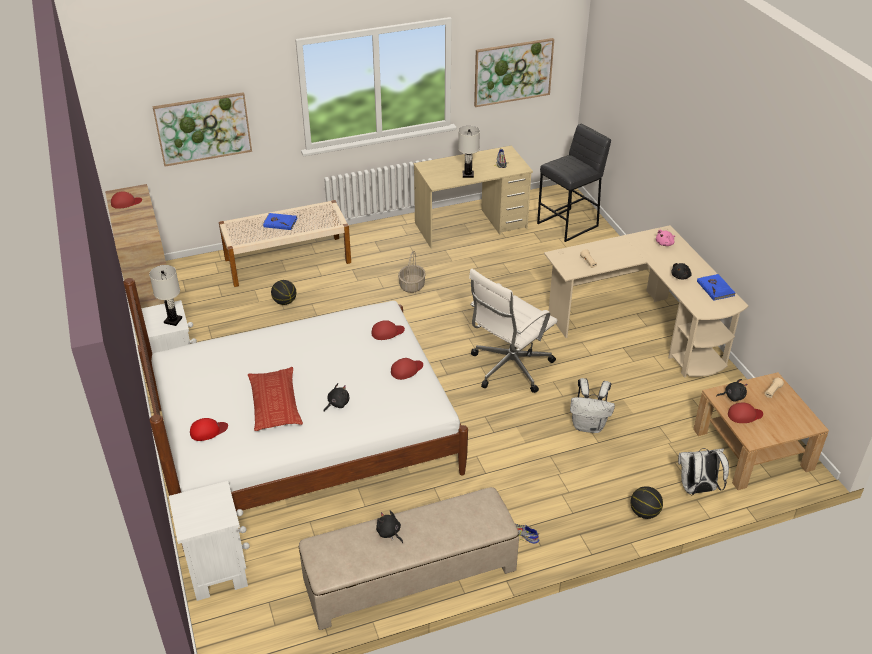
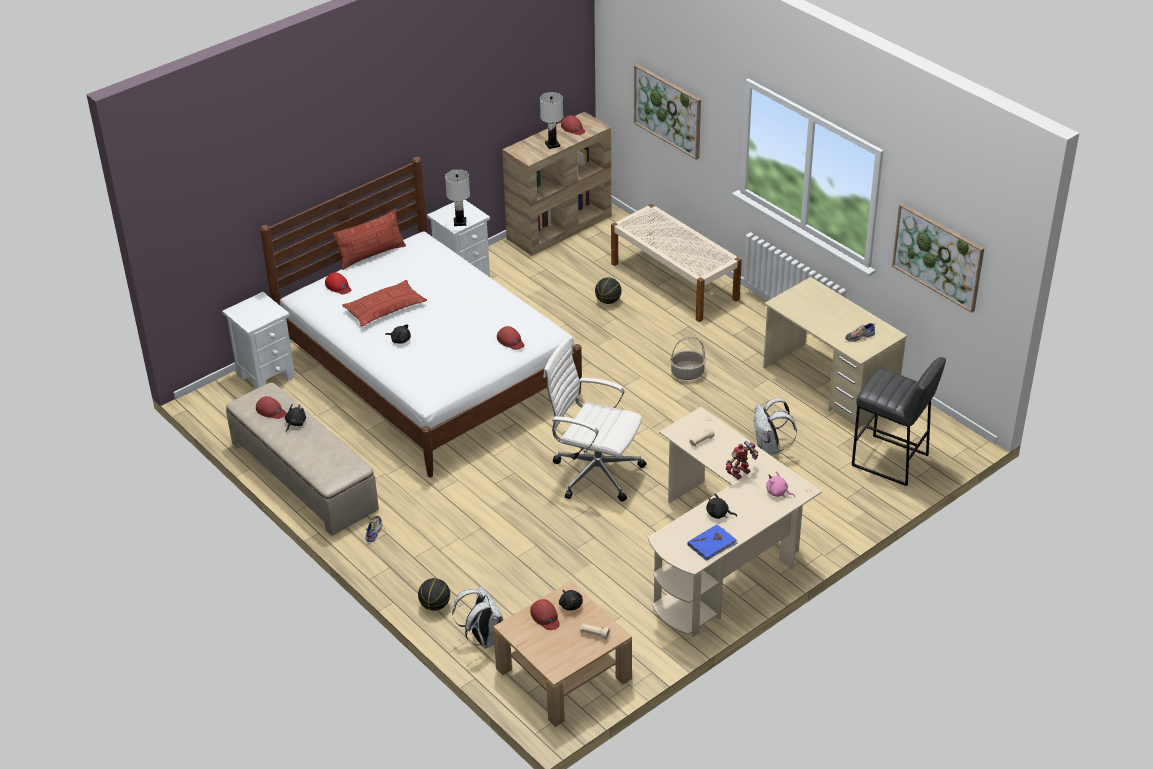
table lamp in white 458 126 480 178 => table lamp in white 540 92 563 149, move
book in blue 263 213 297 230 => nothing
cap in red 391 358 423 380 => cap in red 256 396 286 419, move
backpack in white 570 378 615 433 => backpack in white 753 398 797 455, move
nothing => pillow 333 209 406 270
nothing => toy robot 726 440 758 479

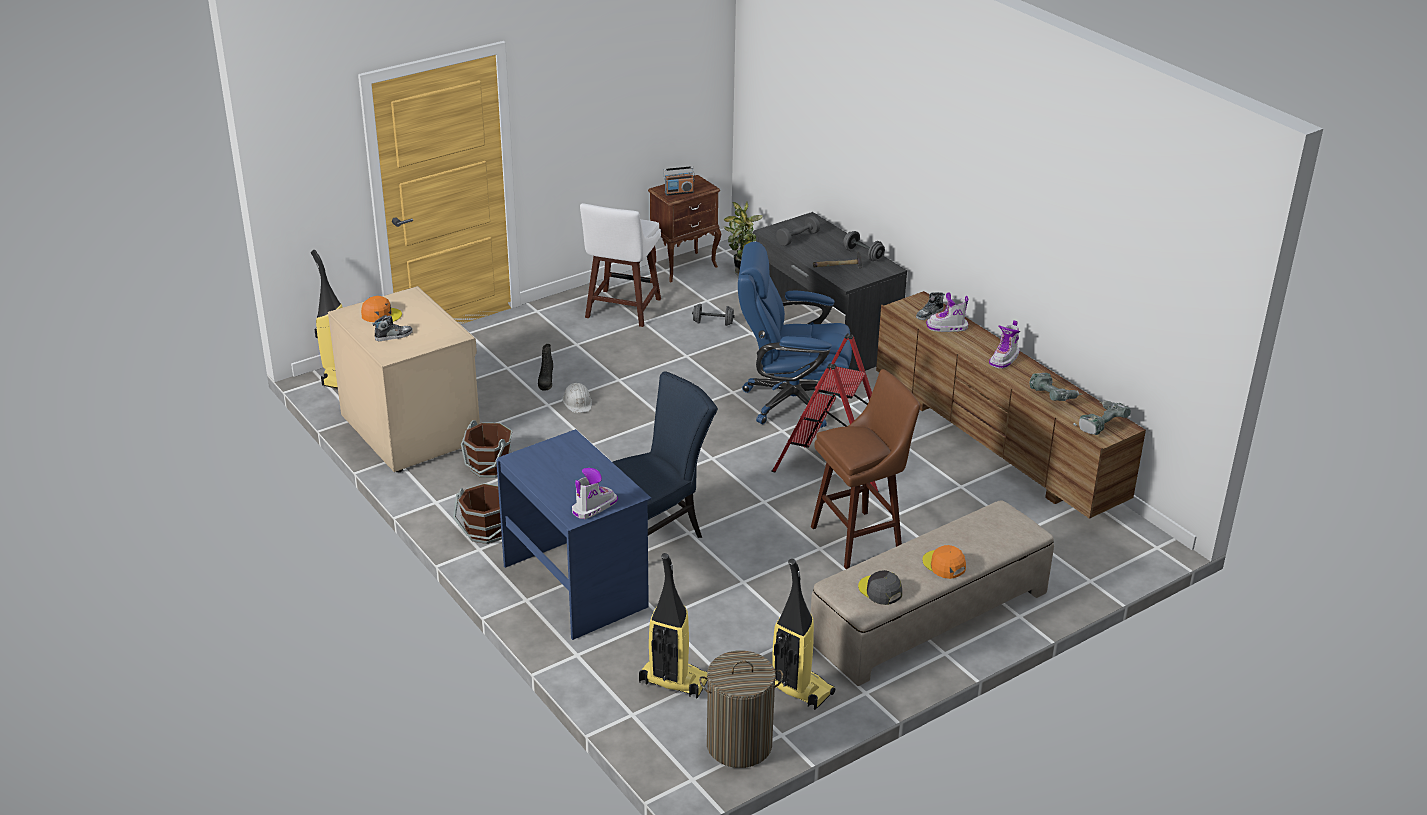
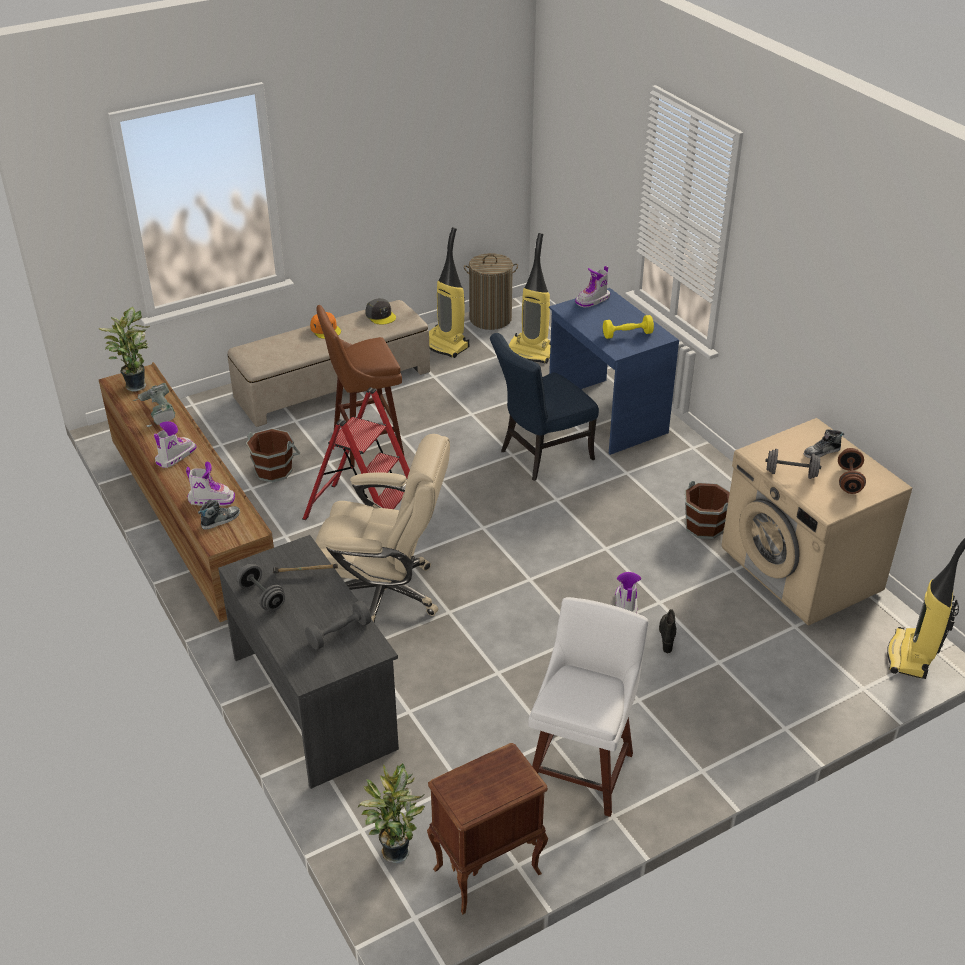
radio 663 166 695 196 => nothing
office chair in blue 738 242 852 428 => office chair in beige 315 434 450 622
cap in orange 361 296 402 322 => dumbbell in brown 838 448 866 494
dumbbell in grey 692 304 735 326 => dumbbell in grey 765 449 821 479, move
hard hat in white 562 383 592 413 => boot 615 572 641 613
power drill 1073 400 1131 435 => potted plant 99 307 150 392
bucket in brown 453 483 502 544 => bucket in brown 246 428 300 483, move
nothing => dumbbell in yellow 603 315 654 339

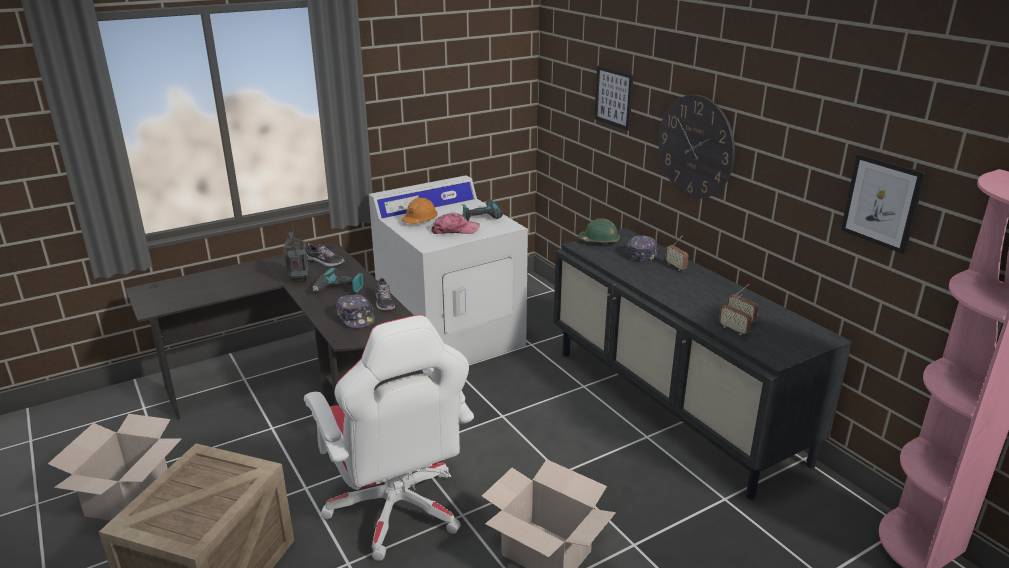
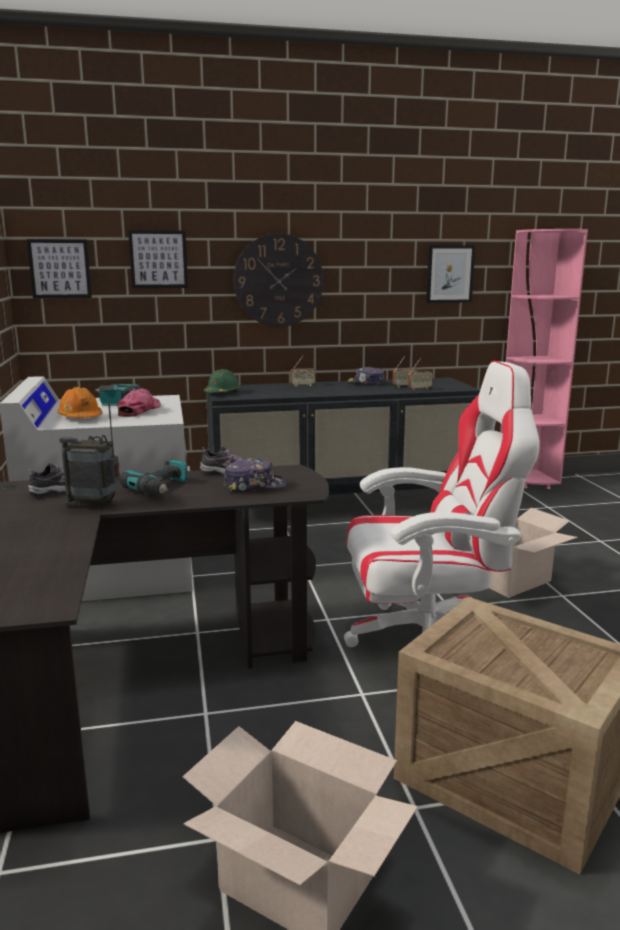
cap 626 235 658 262 => cap 348 366 386 385, move
nothing => picture 27 239 92 298

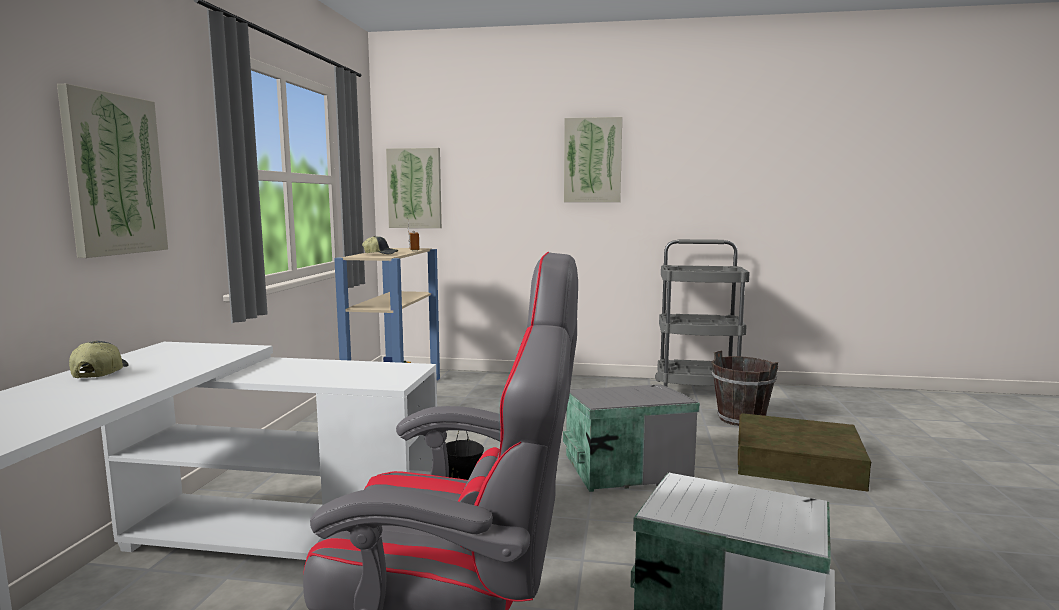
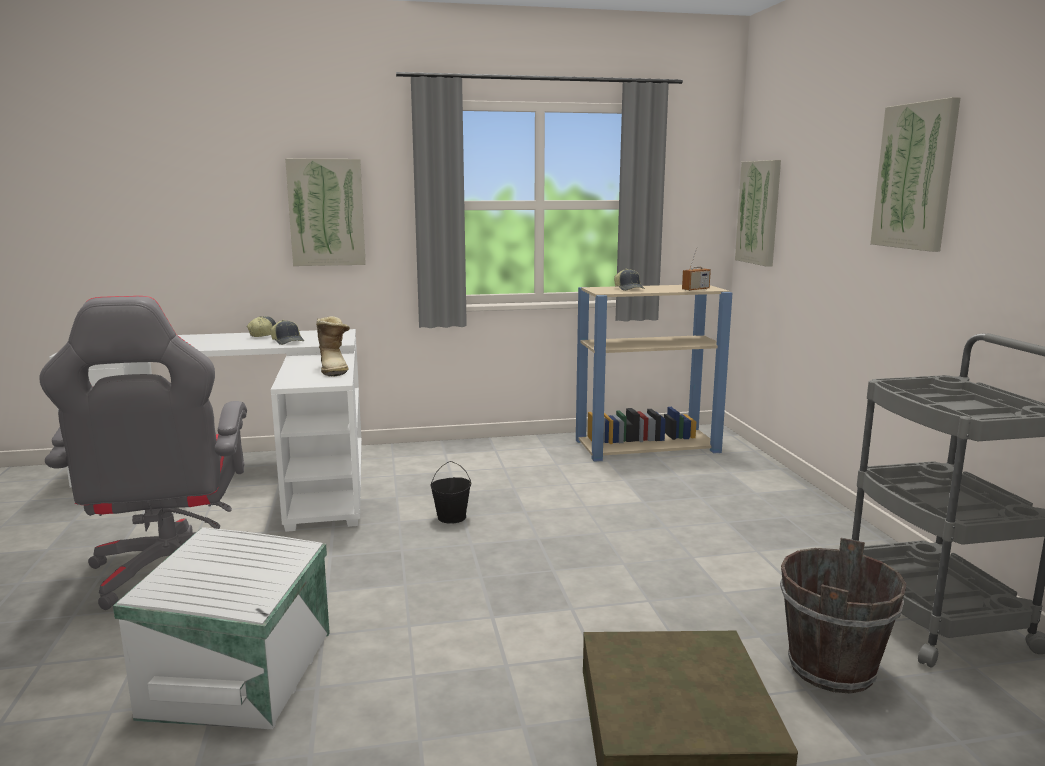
storage box in grey 563 384 700 492 => nothing
nothing => boot 316 316 350 377
nothing => cap 271 320 304 345

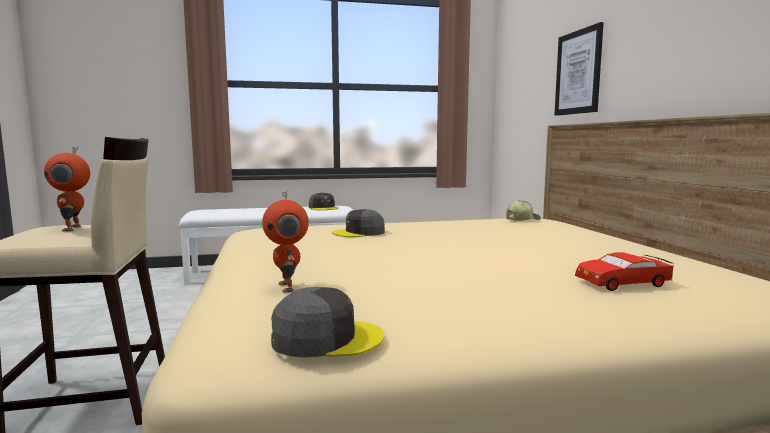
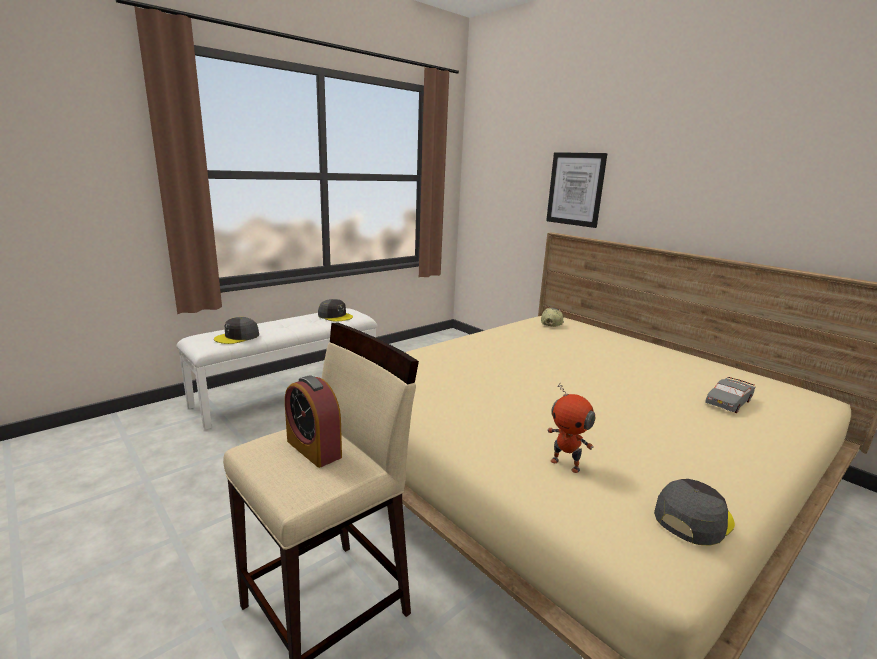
toy robot 44 146 90 232 => alarm clock 285 375 342 468
cap in grey 332 209 385 237 => cap in grey 214 317 259 344, move
toy car in red 575 252 674 291 => toy car in grey 705 377 755 413

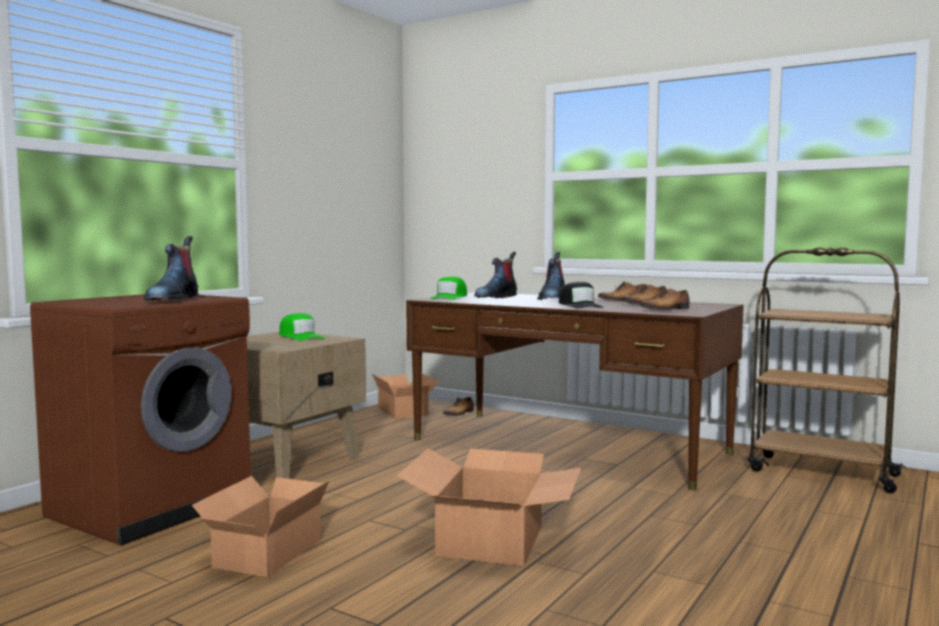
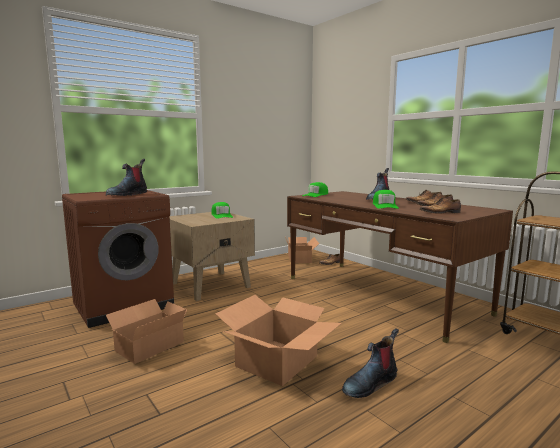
boot 474 252 517 298 => boot 342 328 399 398, move
cap in black 559 282 604 309 => cap in green 373 190 399 209

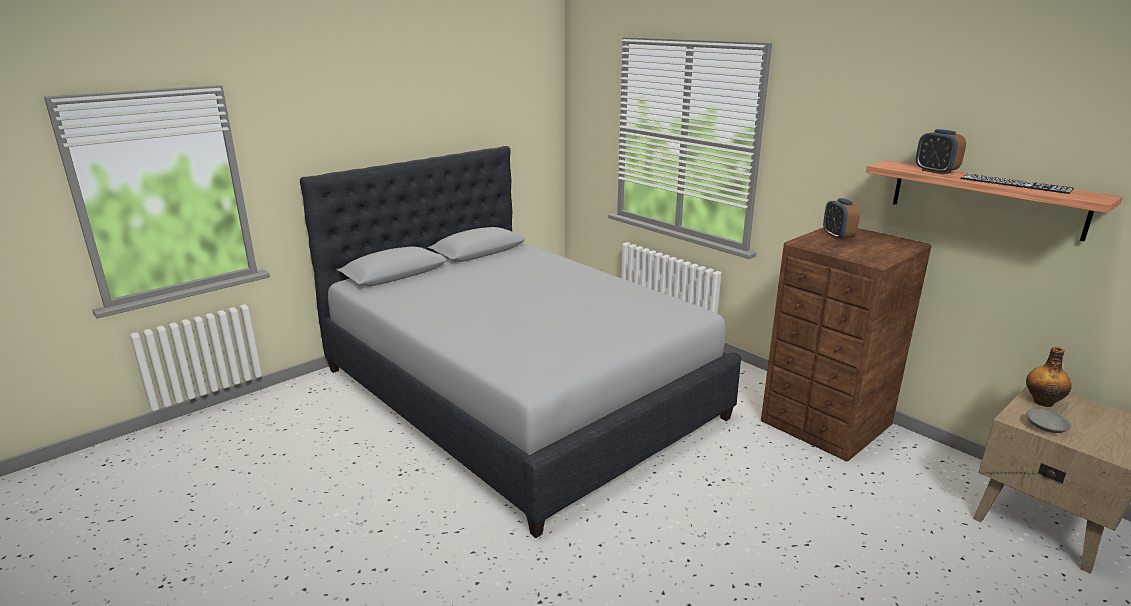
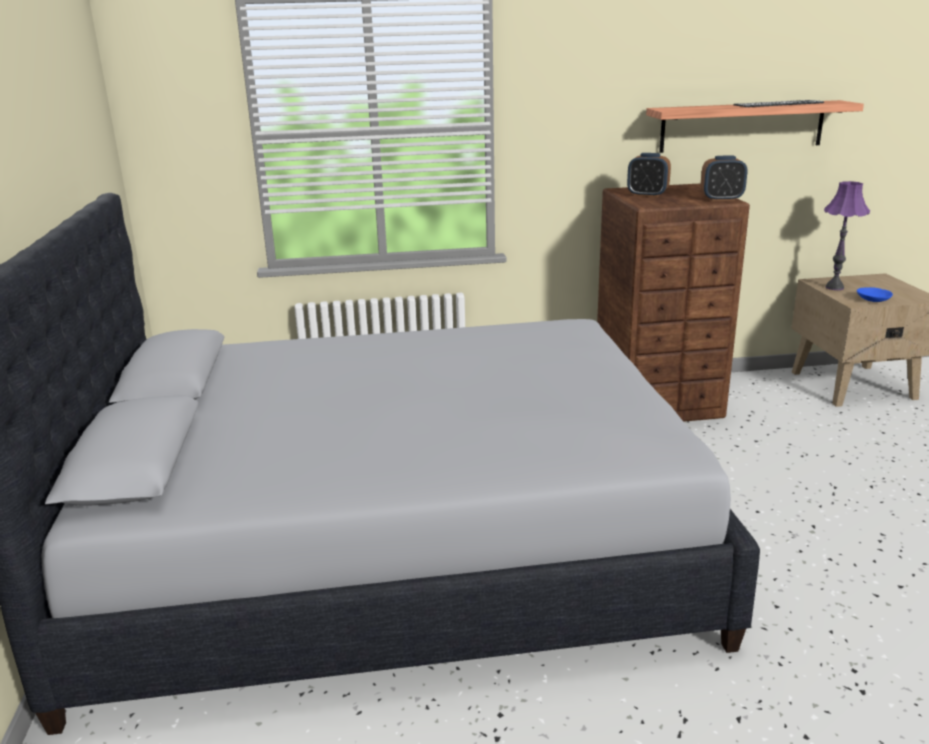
alarm clock 916 129 966 174 => alarm clock 700 156 747 201, move
bottle 1026 346 1072 407 => table lamp in purple 824 181 870 290
bowl in grey 1026 409 1072 433 => bowl in blue 857 287 893 302

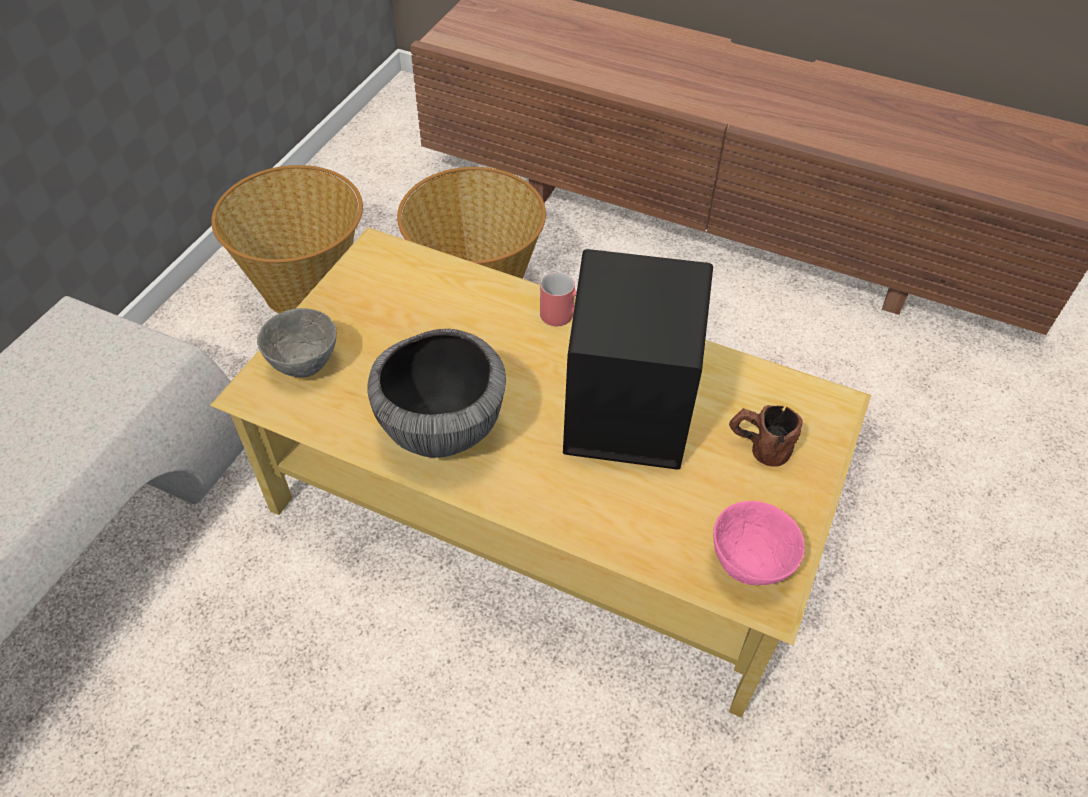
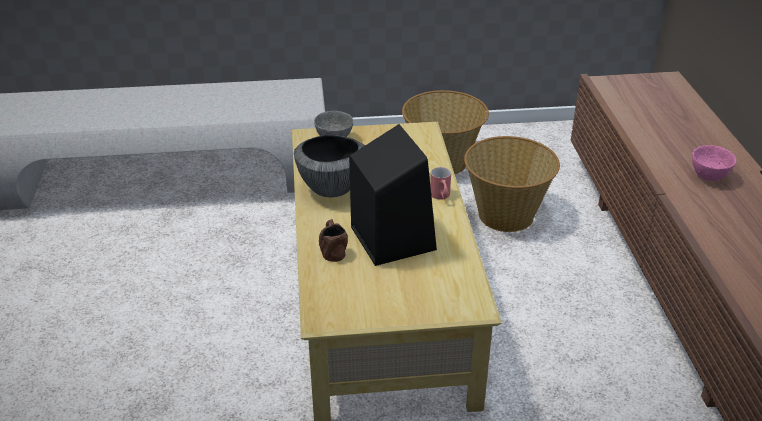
mug in brown 729 405 803 467 => mug in brown 319 219 348 262, move
bowl in pink 713 501 805 585 => bowl in pink 692 145 736 181, move

